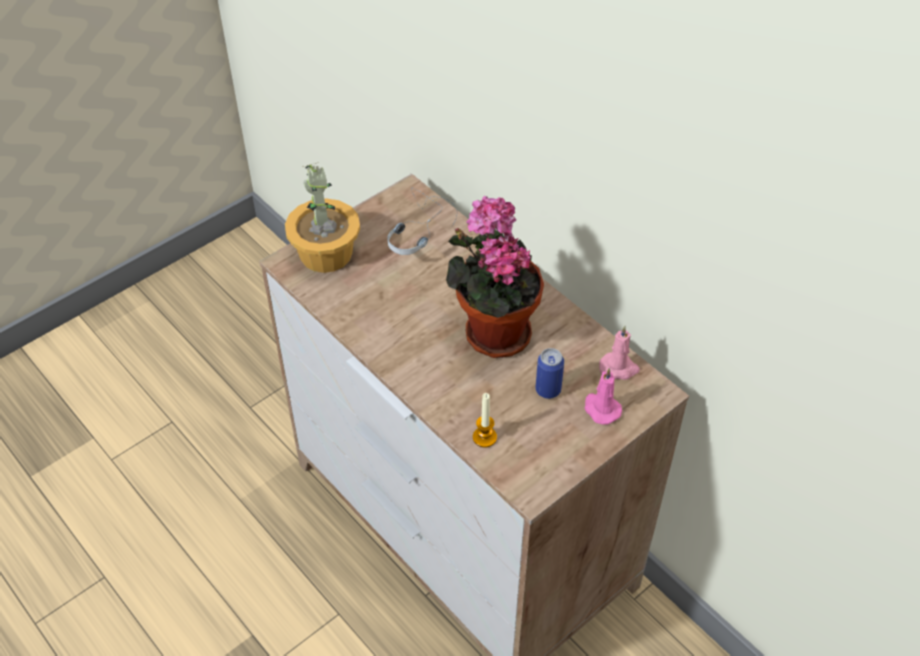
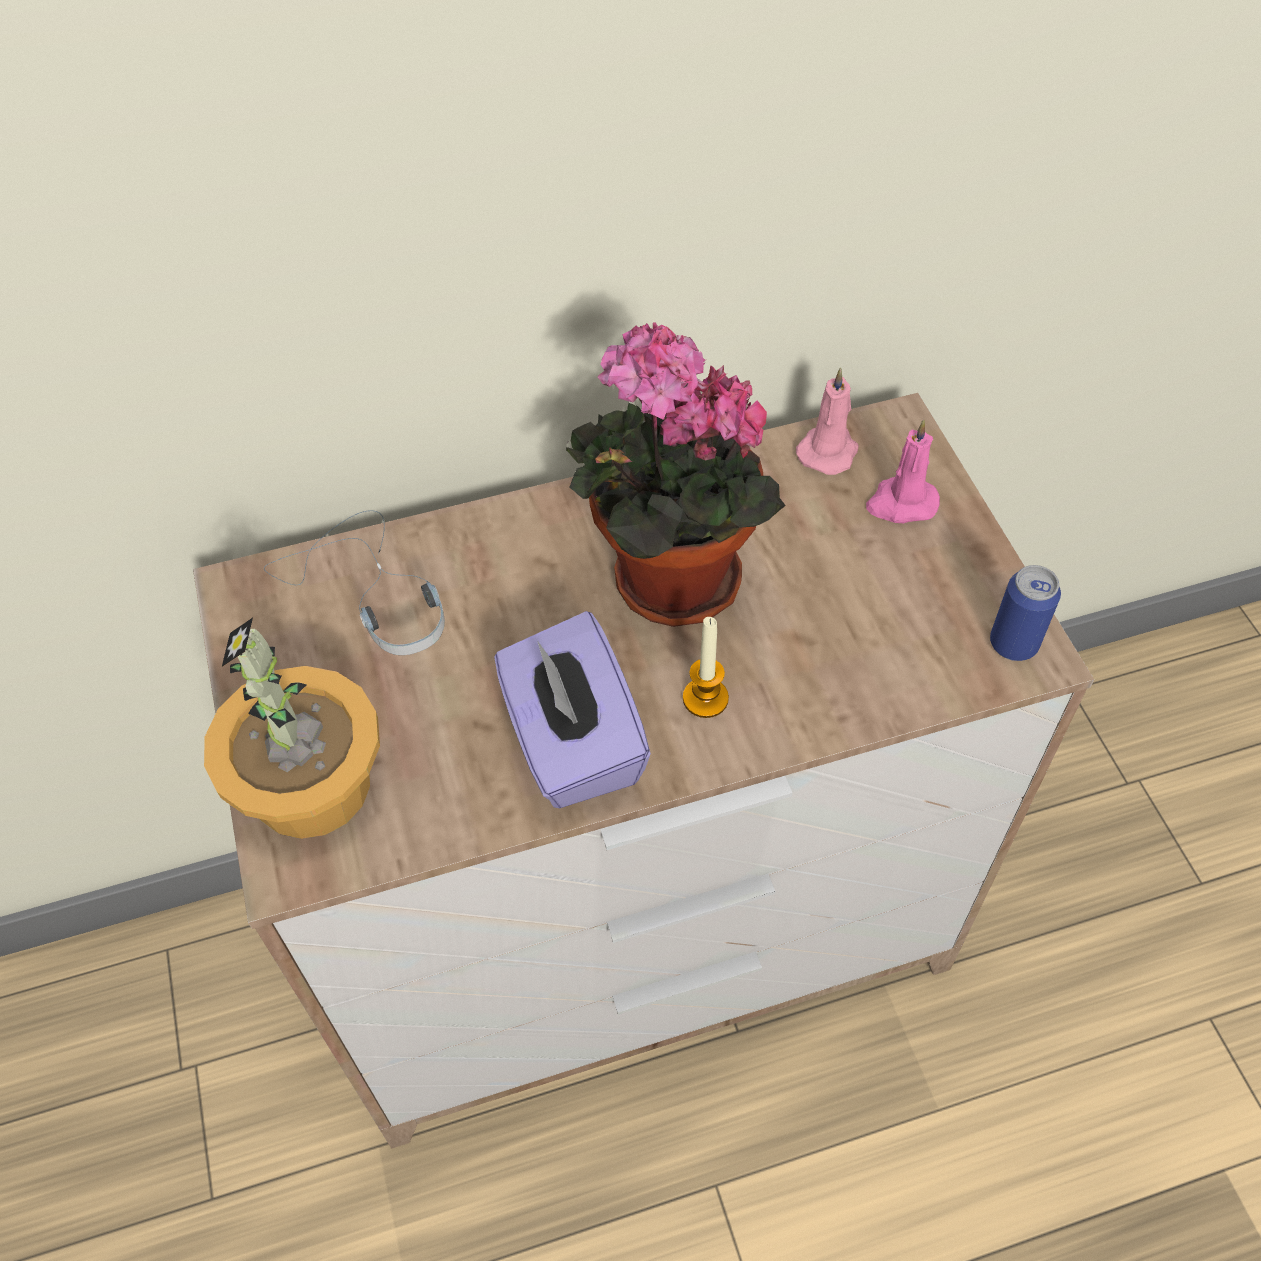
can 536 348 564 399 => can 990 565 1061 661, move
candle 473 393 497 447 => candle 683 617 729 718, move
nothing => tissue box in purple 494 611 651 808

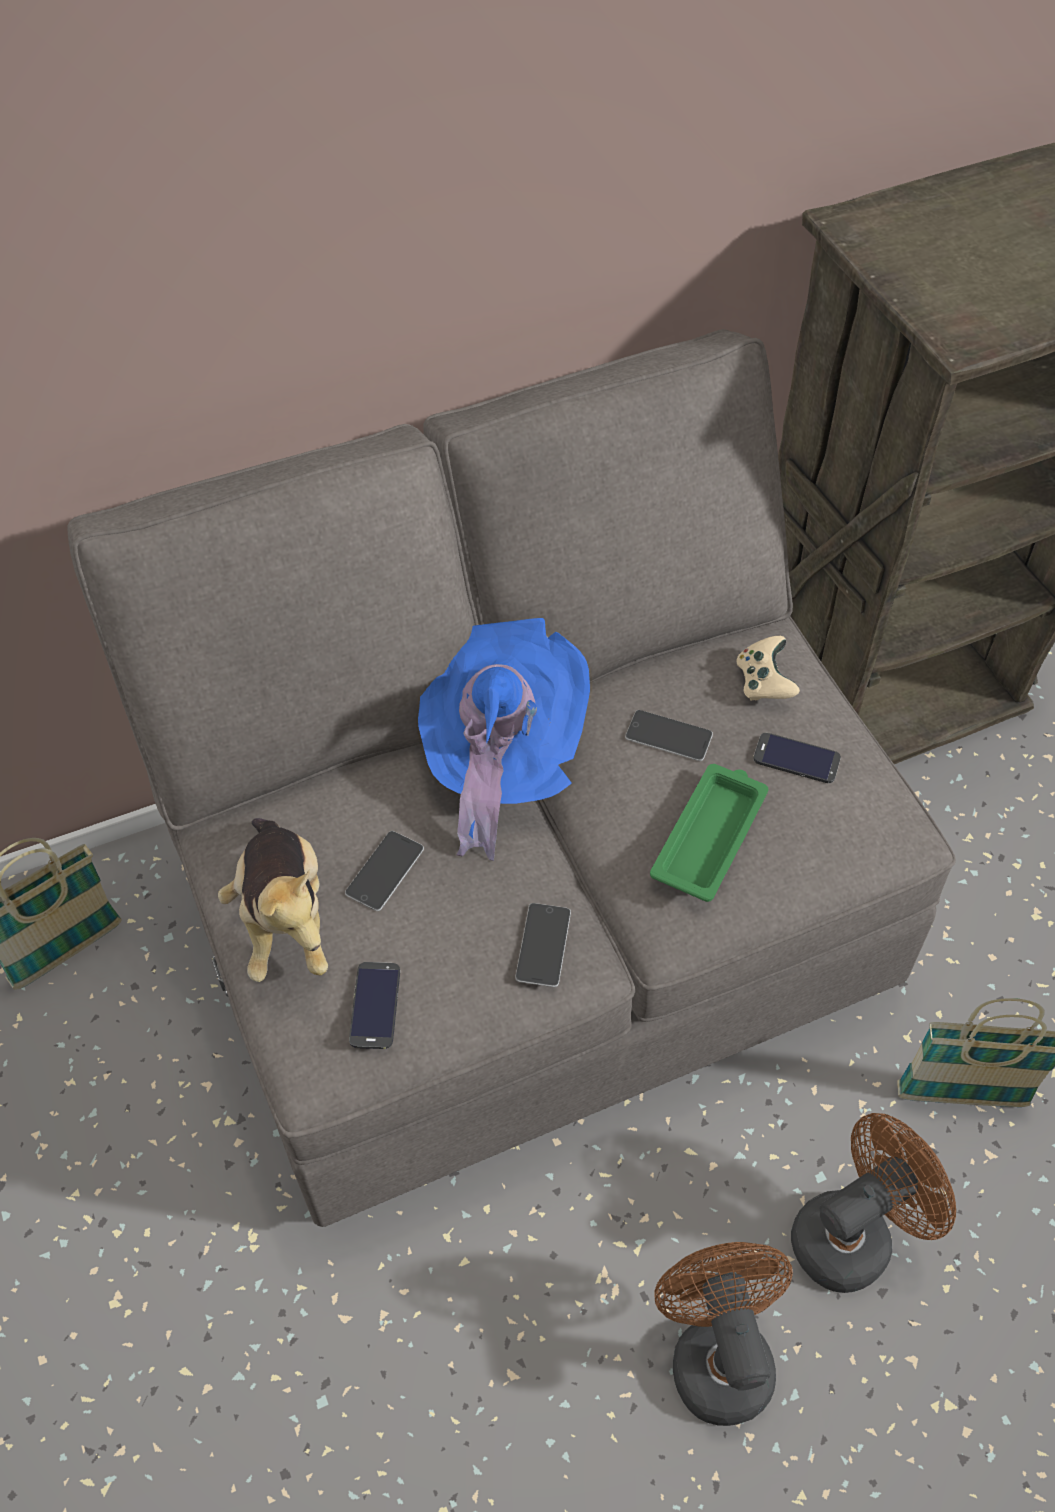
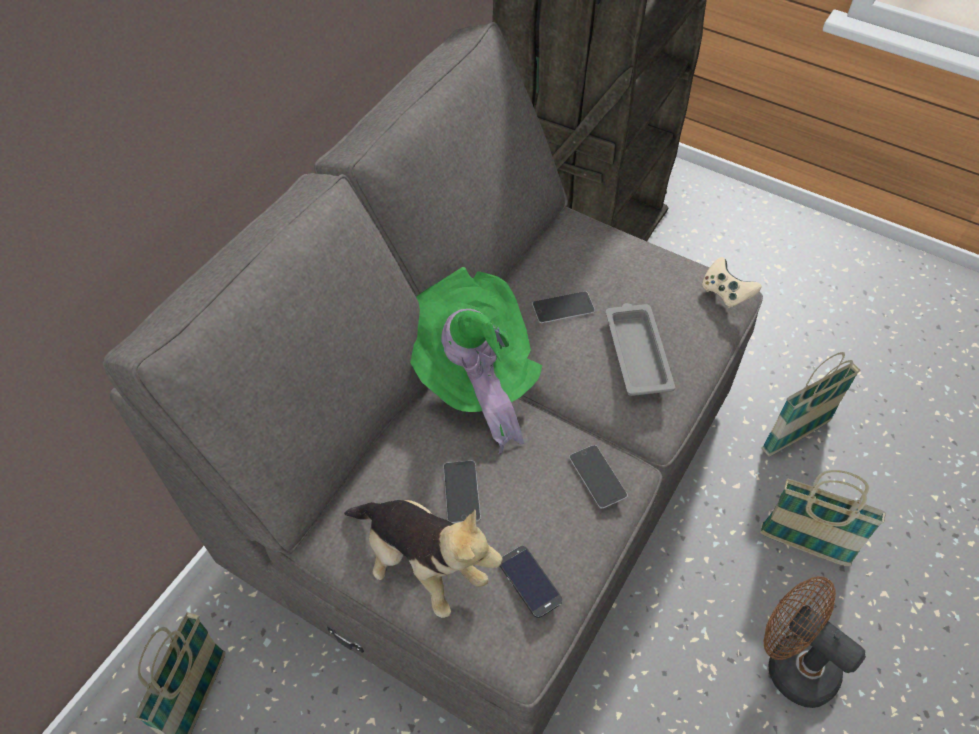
hat in blue 418 618 590 861 => hat in green 410 267 542 454
game controller in beige 737 636 800 701 => game controller in beige 702 257 762 308, move
phone 753 733 841 783 => nothing
tray in green 650 764 769 902 => tray in grey 606 303 675 396
fan in brown 791 1113 956 1293 => basket 760 470 886 566

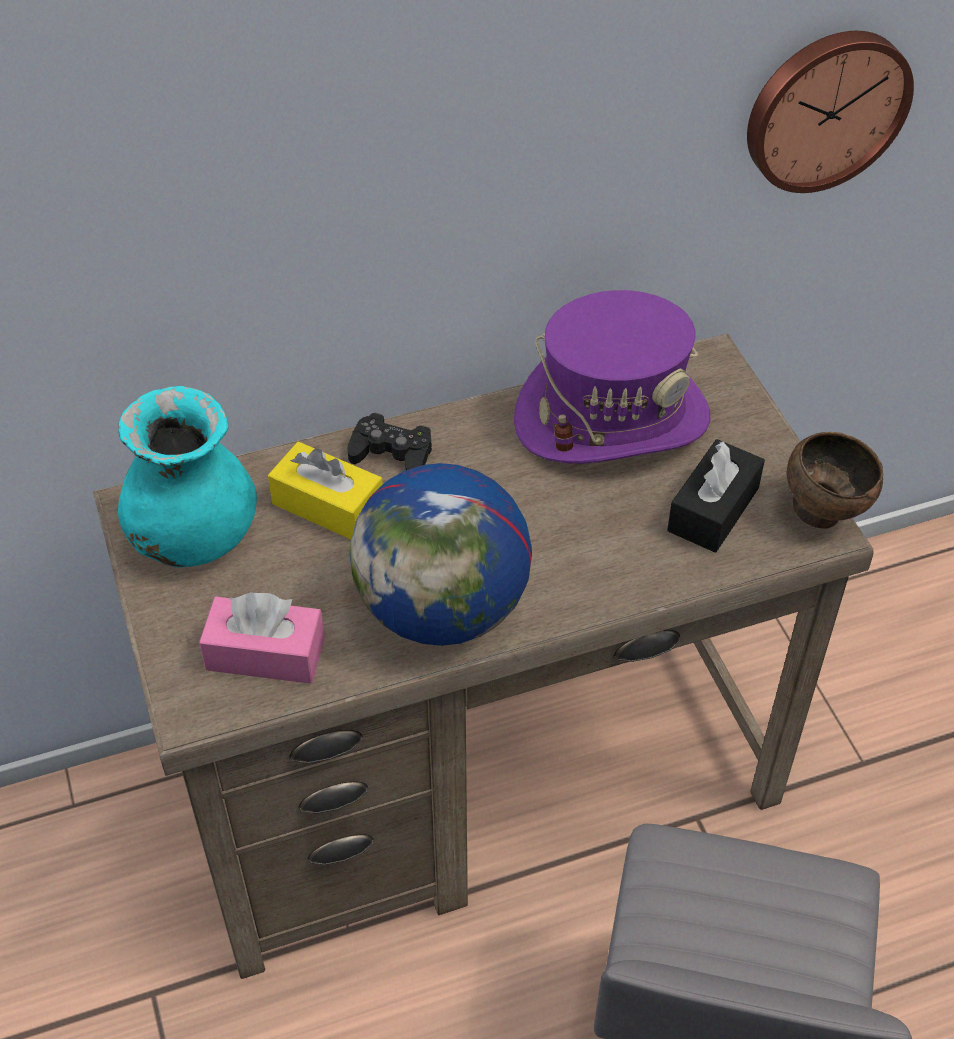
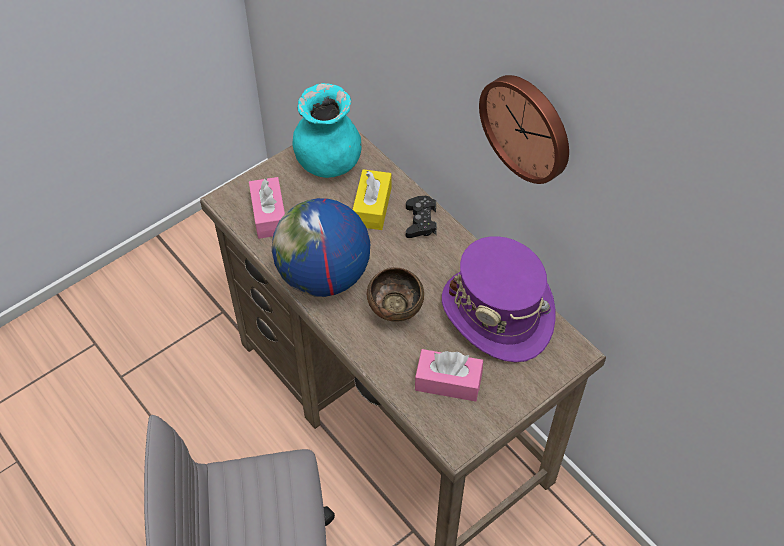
wall clock 747 31 914 193 => wall clock 479 75 569 184, move
bowl in brown 787 432 883 529 => bowl in brown 367 267 424 322, move
tissue box in black 667 439 765 552 => tissue box in pink 415 349 483 401

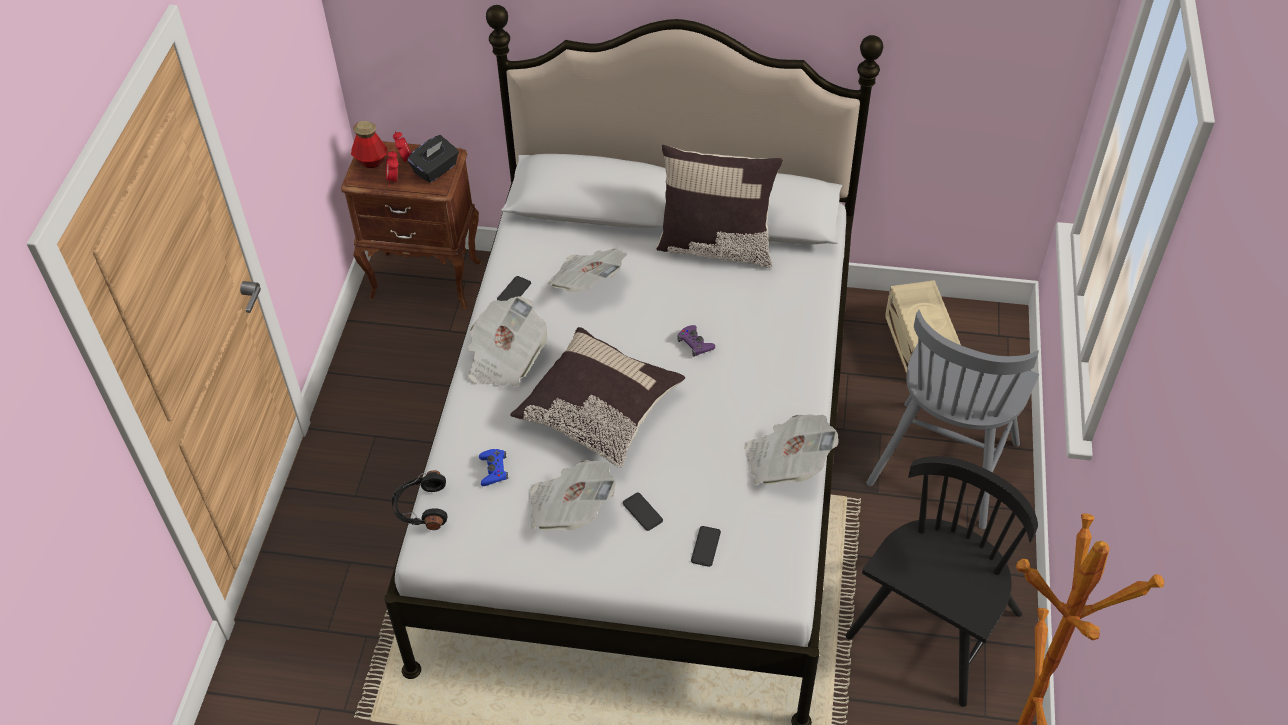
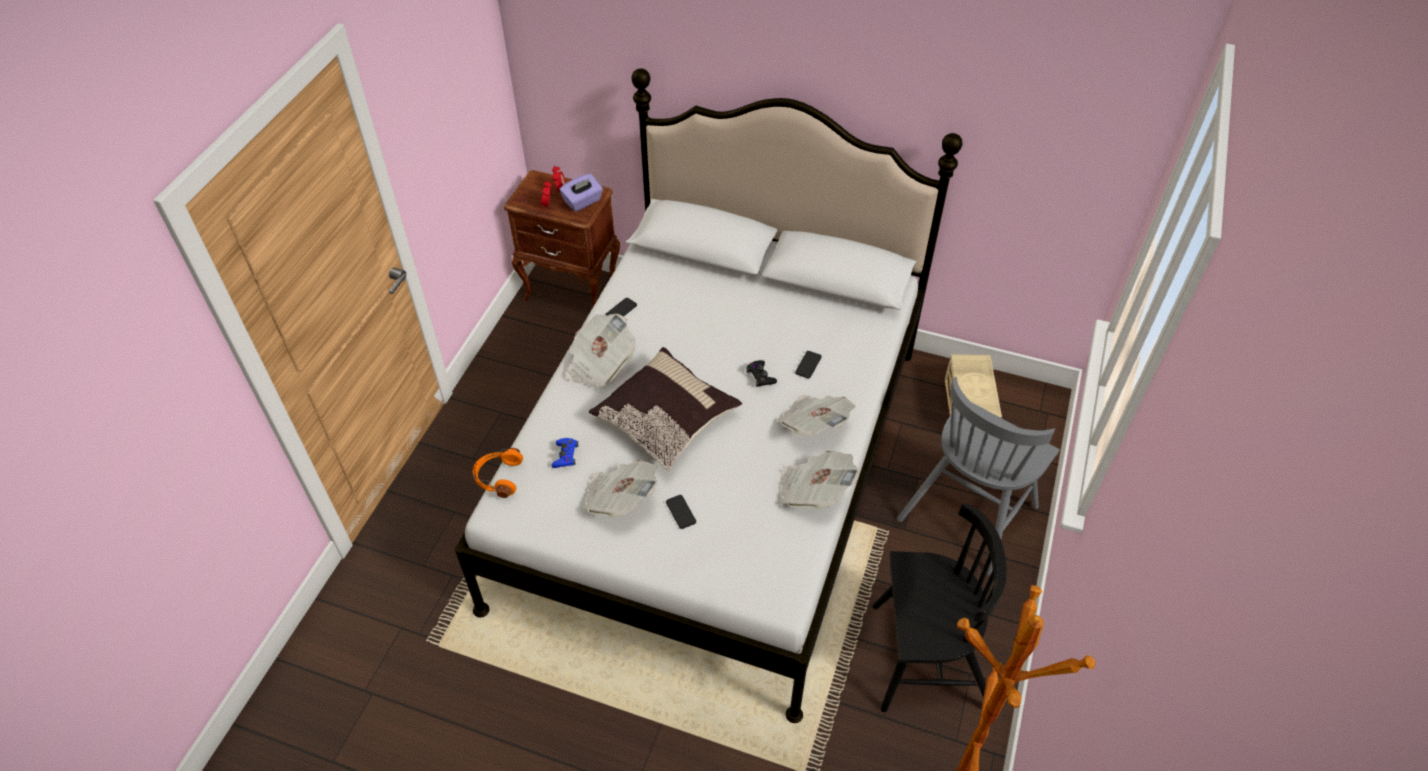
bottle 351 121 387 168 => nothing
tissue box in black 407 135 459 183 => tissue box in purple 559 174 603 212
pillow 656 145 783 269 => nothing
newspaper 548 249 627 292 => newspaper 778 395 855 436, move
game controller in purple 677 325 715 357 => game controller in black 746 360 777 387
chair in black 845 456 1038 707 => chair in black 872 504 1007 712, 45 degrees clockwise
headphones in black 391 470 448 530 => headphones in orange 473 448 523 498
phone 691 526 721 567 => phone 795 351 822 379, move

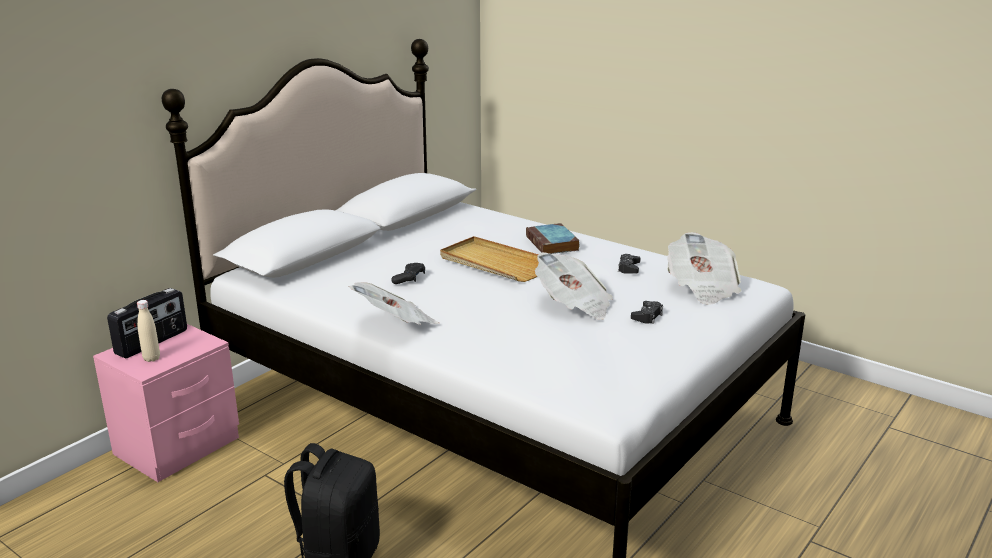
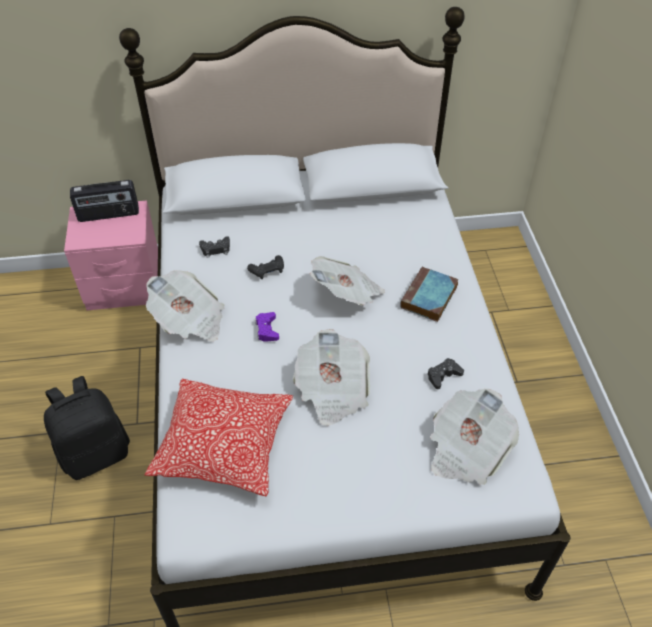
tray in beige 440 236 539 282 => newspaper 310 256 385 306
bottle in beige 137 300 160 362 => nothing
game controller in black 631 301 663 324 => game controller in black 199 236 230 258, move
nothing => game controller in purple 255 312 279 342
nothing => pillow 145 379 293 497

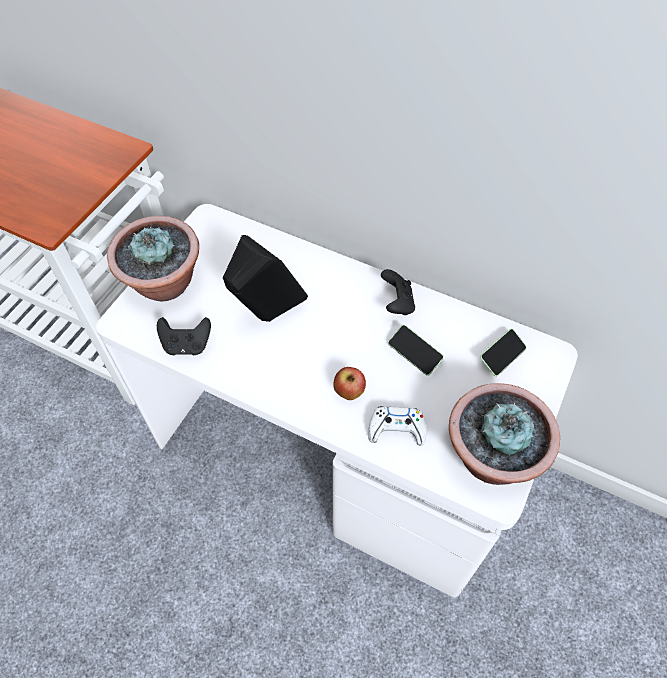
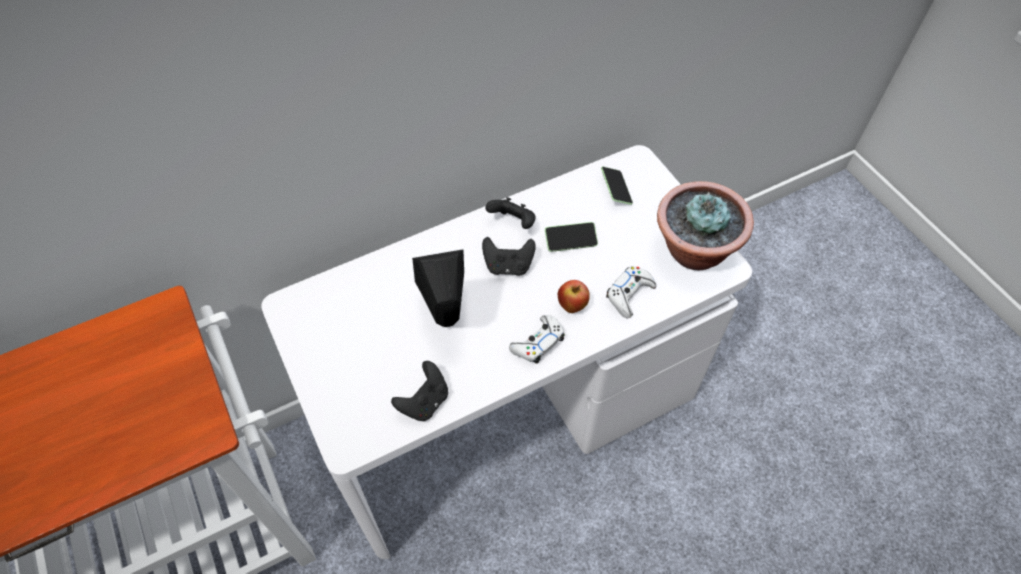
potted plant 107 216 199 301 => nothing
nothing => game controller in black 482 237 536 276
nothing => game controller in white 509 315 565 364

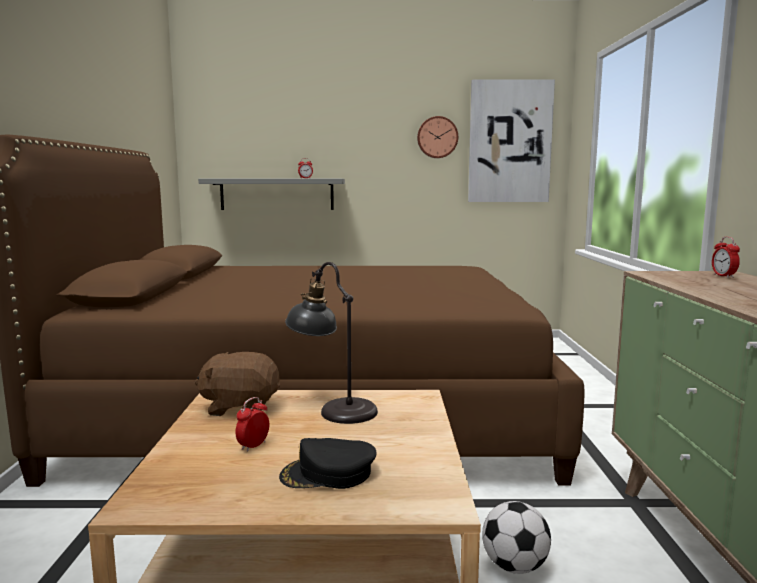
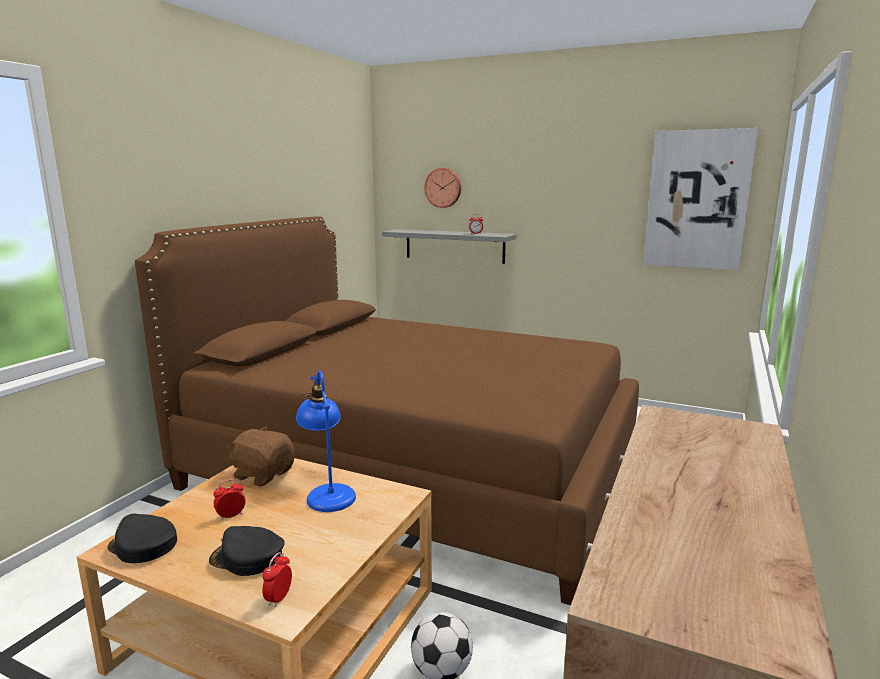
wall clock 417 116 458 158 => wall clock 424 168 461 208, move
alarm clock 712 237 740 278 => alarm clock 262 552 292 607, move
table lamp in grey 285 262 378 424 => table lamp in blue 296 370 356 512
nothing => cap in black 108 513 177 563

